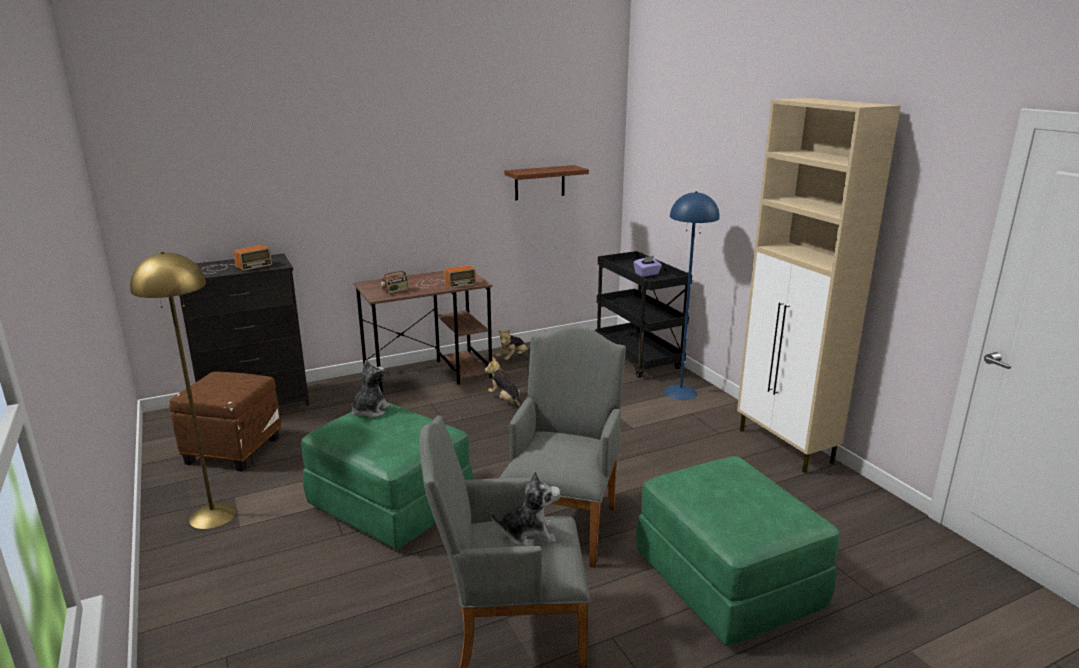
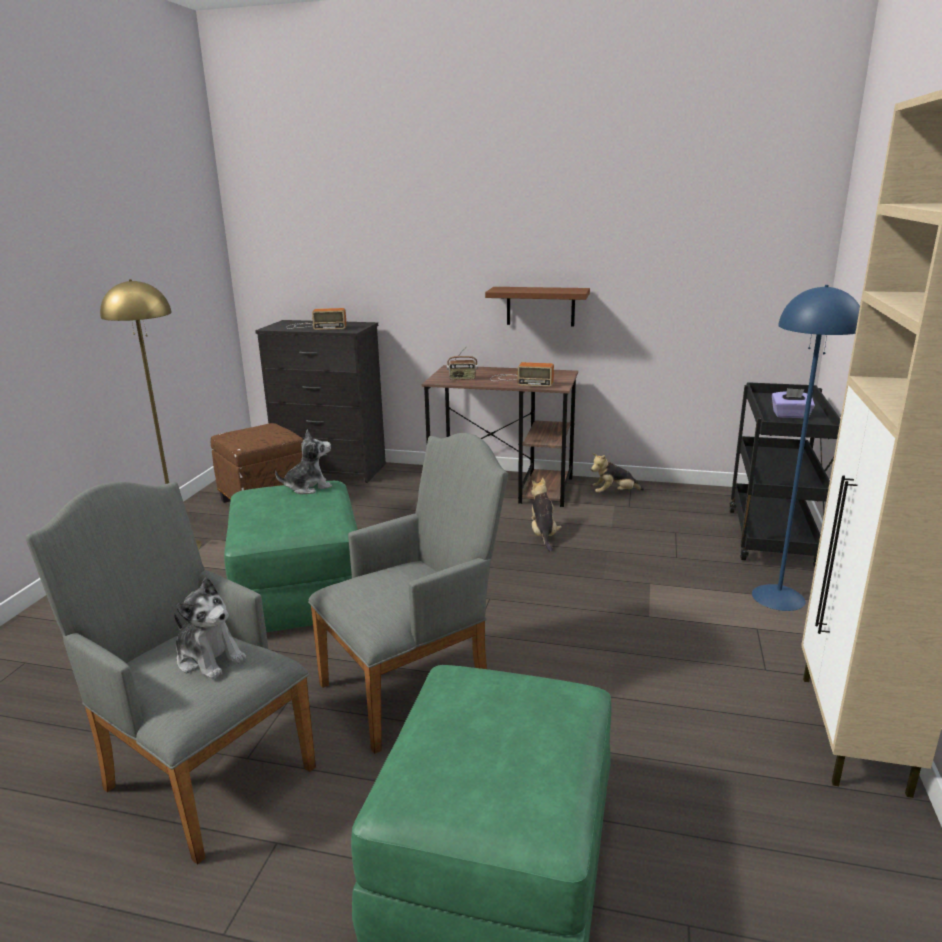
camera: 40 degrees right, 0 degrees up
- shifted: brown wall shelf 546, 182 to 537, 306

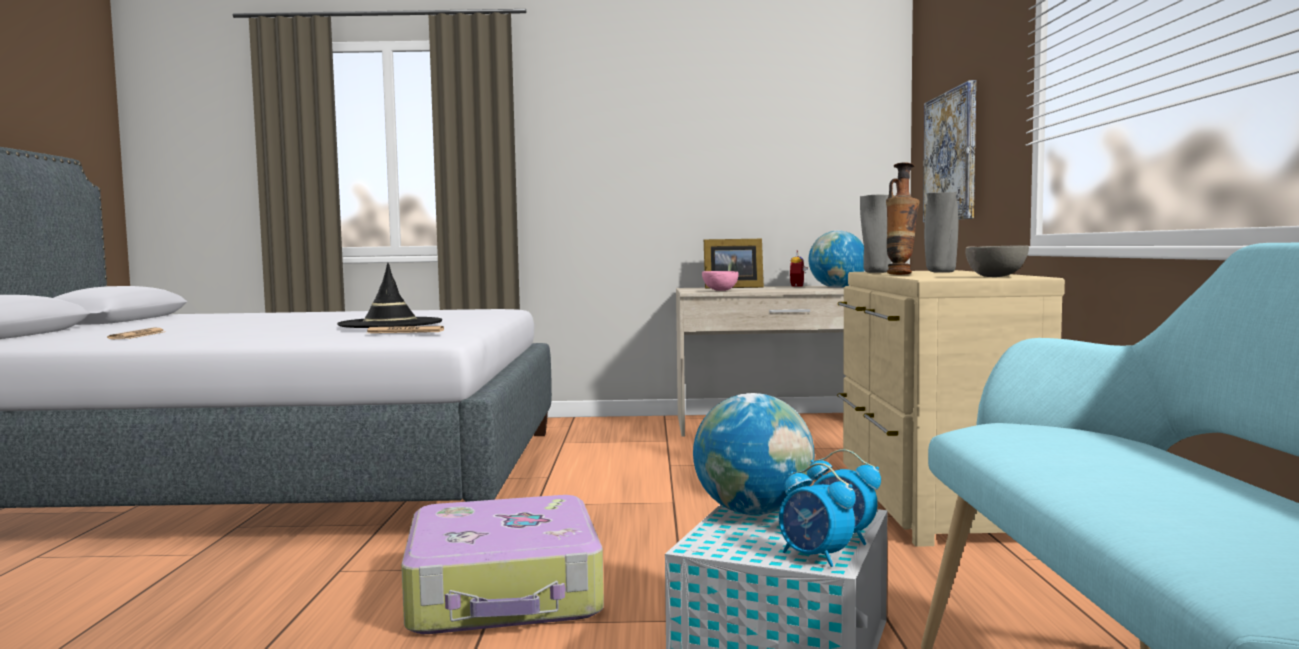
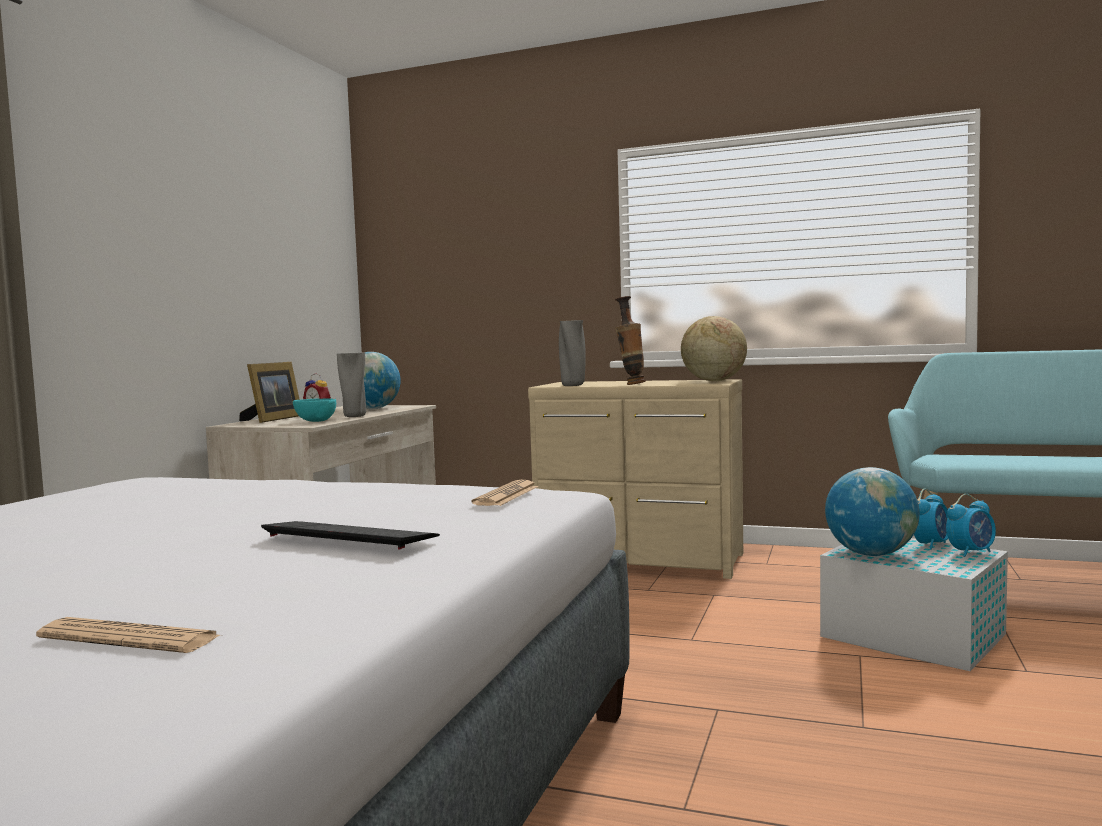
camera: 70 degrees left, 0 degrees up
- gone: black hat 389, 295
- gone: suitcase 502, 564
- repainted: pink bowl 720, 281 to turquoise bowl 314, 410
- gone: picture 949, 151
- shifted: gray vase 941, 232 to 351, 385
- swapped: gray bowl 997, 261 to desk globe 714, 348
- new: keyboard 350, 535

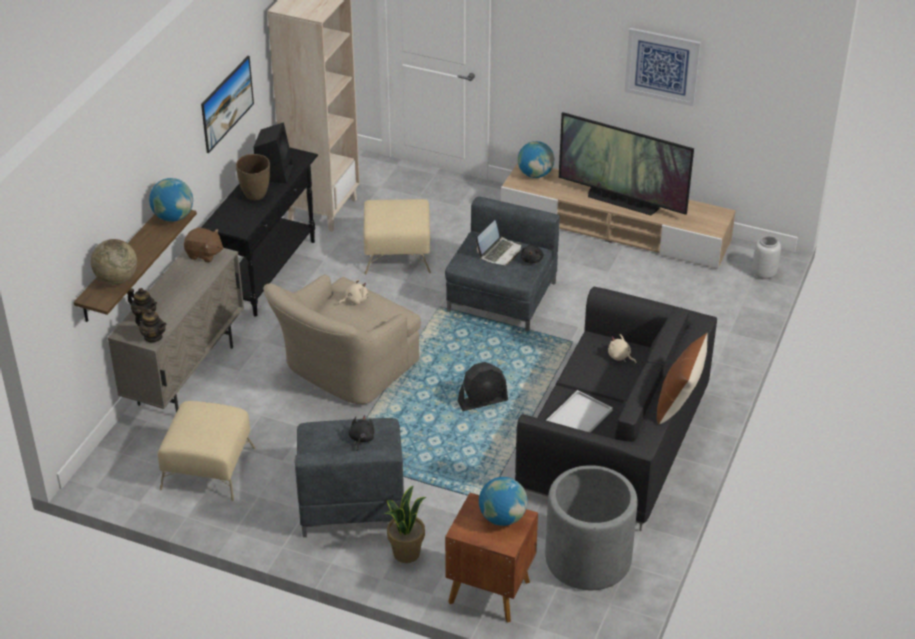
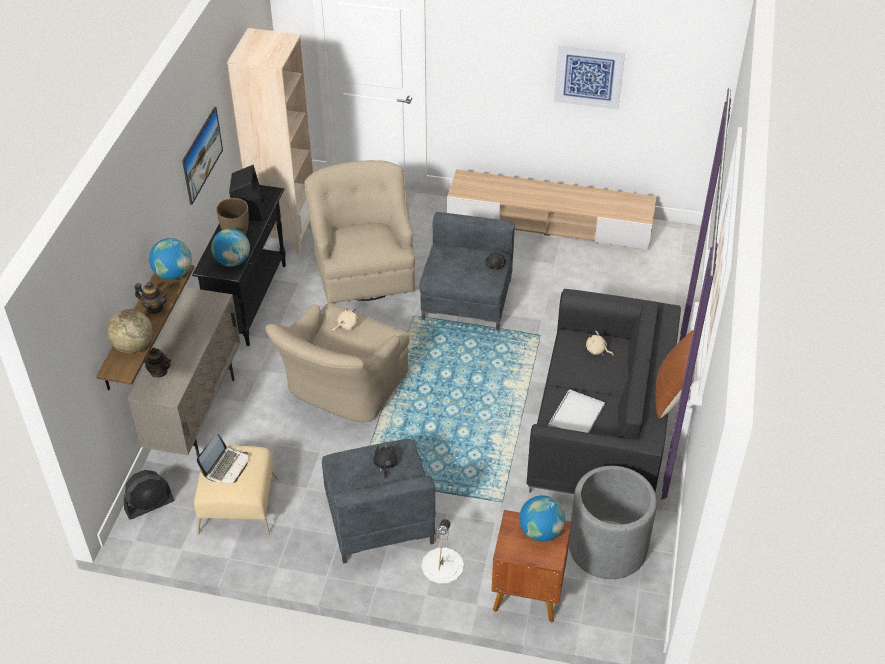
camera: 10 degrees left, 5 degrees up
- shifted: tea pot 150, 325 to 151, 298
- gone: brown cuddly toy 203, 245
- swapped: sand-coloured pouffe 397, 236 to sand-coloured easy chair 359, 231
- swapped: plant in a pot 405, 524 to whitish tabletop lamp 442, 551
- shifted: black fan 483, 386 to 149, 495
- shifted: laptop 498, 242 to 222, 458
- shifted: desk globe 536, 159 to 230, 247
- gone: TV 626, 163
- gone: gray vase 766, 257

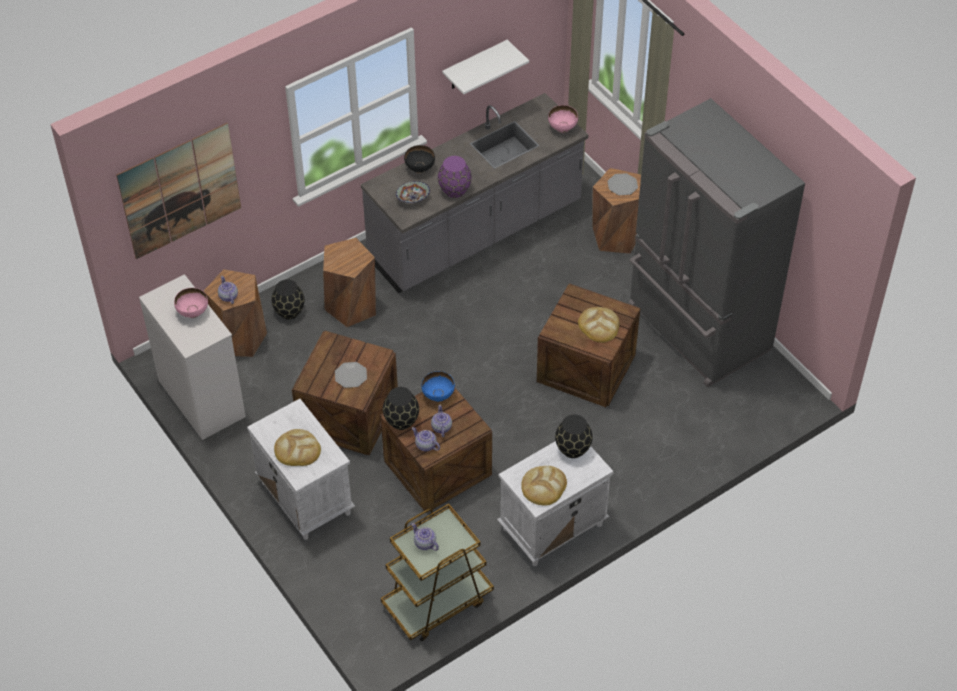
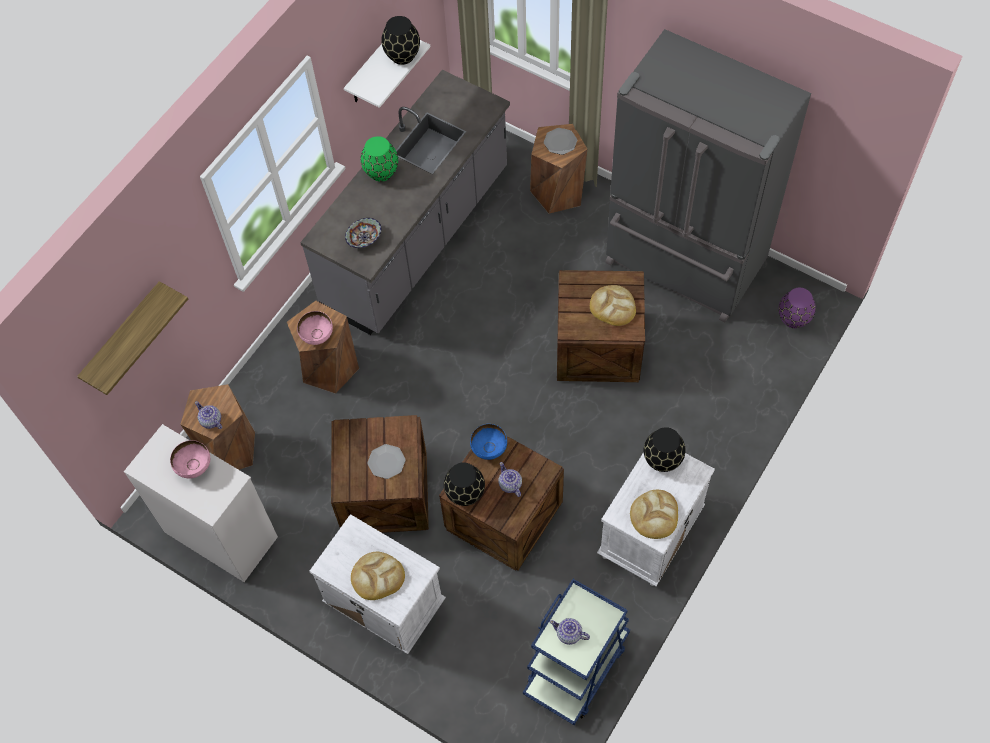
camera: 20 degrees left, 10 degrees up
- swapped: picture 178, 191 to wall shelf 132, 338
- shifted: black vase 288, 299 to 400, 40
- repainted: brown trolley 437, 572 to blue-coloured trolley 576, 652
- gone: black bowl 419, 159
- gone: tea pot 426, 439
- shifted: purplish vase 455, 177 to 797, 308
- shifted: pink bowl 563, 119 to 315, 328
- new: green vase 379, 159

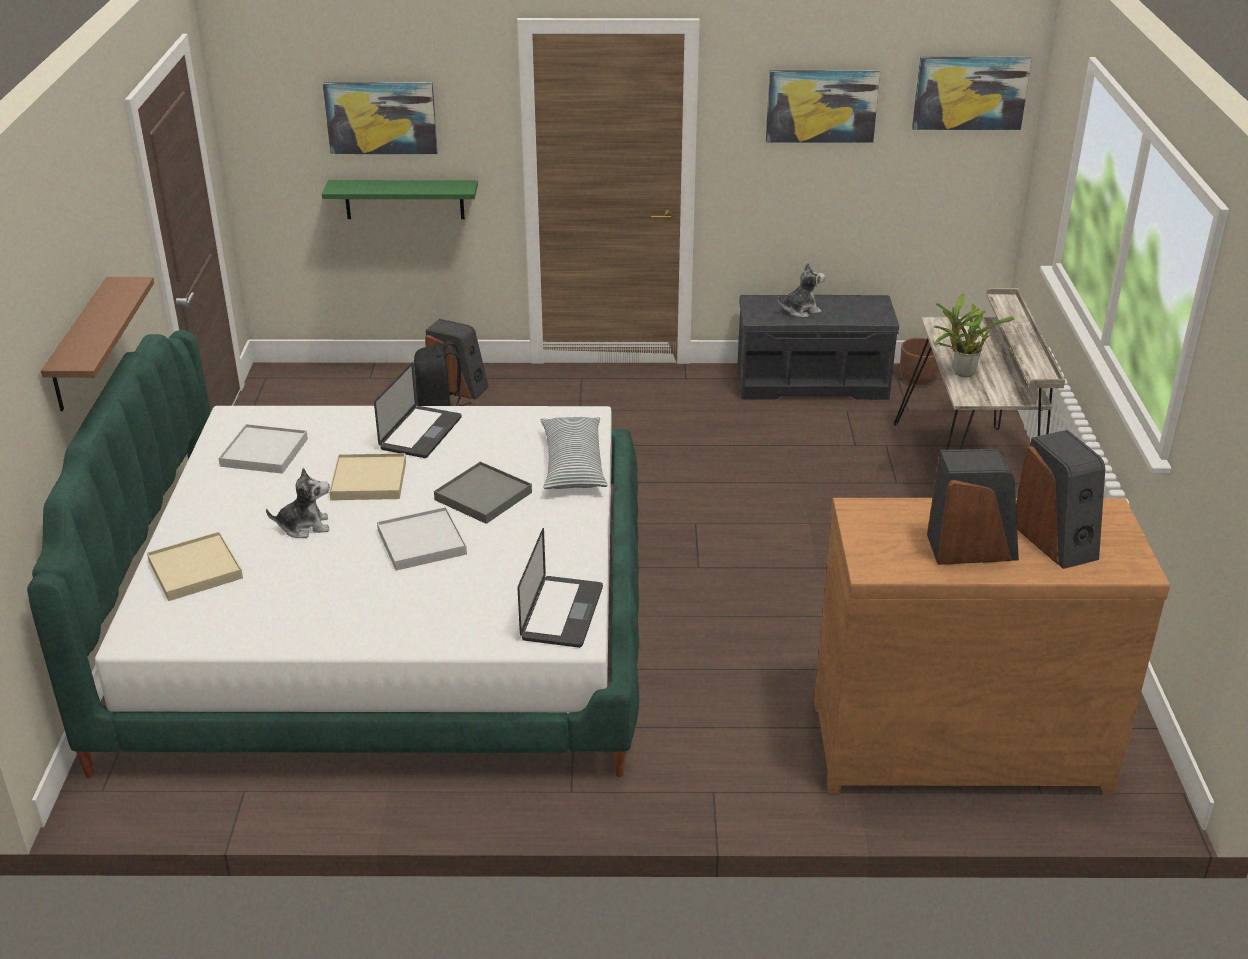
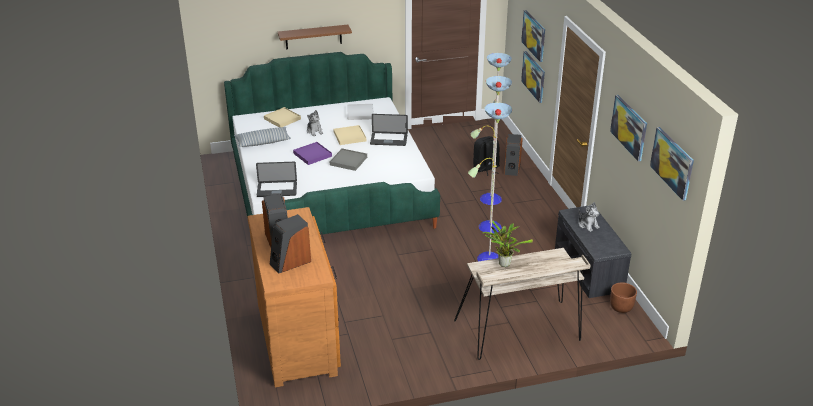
camera: 75 degrees right, 0 degrees up
- swapped: green wall shelf 400, 199 to picture 533, 77
- repainted: whitish serving tray 422, 539 to purplish serving tray 312, 153
- shifted: throw pillow 574, 453 to 262, 137
- new: standing lamp 490, 157

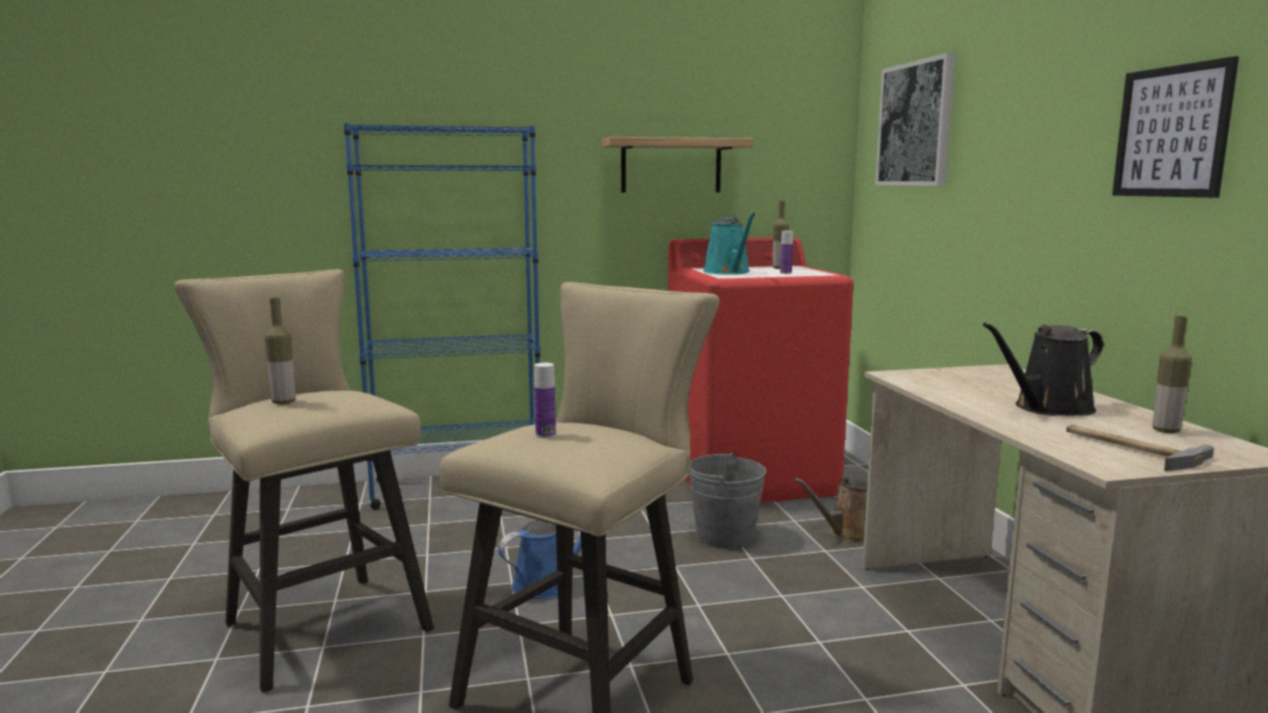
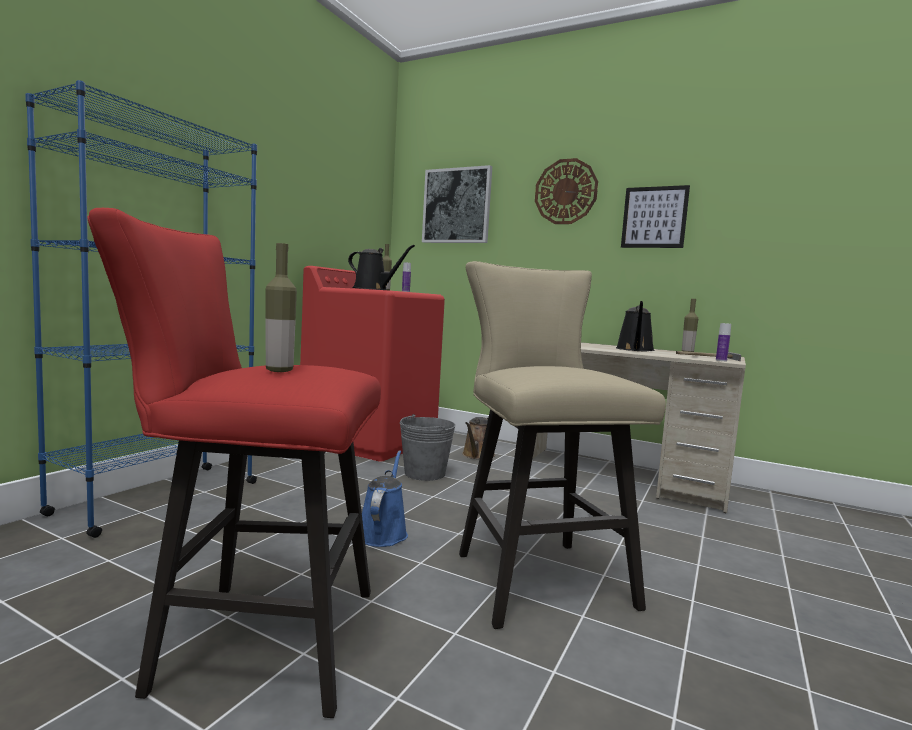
camera: 50 degrees left, 5 degrees down
- repainted: sand-coloured stool 304, 481 to reddish stool 234, 463
- shifted: drink bottle 545, 400 to 723, 342
- gone: wall shelf 678, 165
- repainted: turquoise watering can 729, 244 to black watering can 381, 267
- new: hanging clock 566, 191

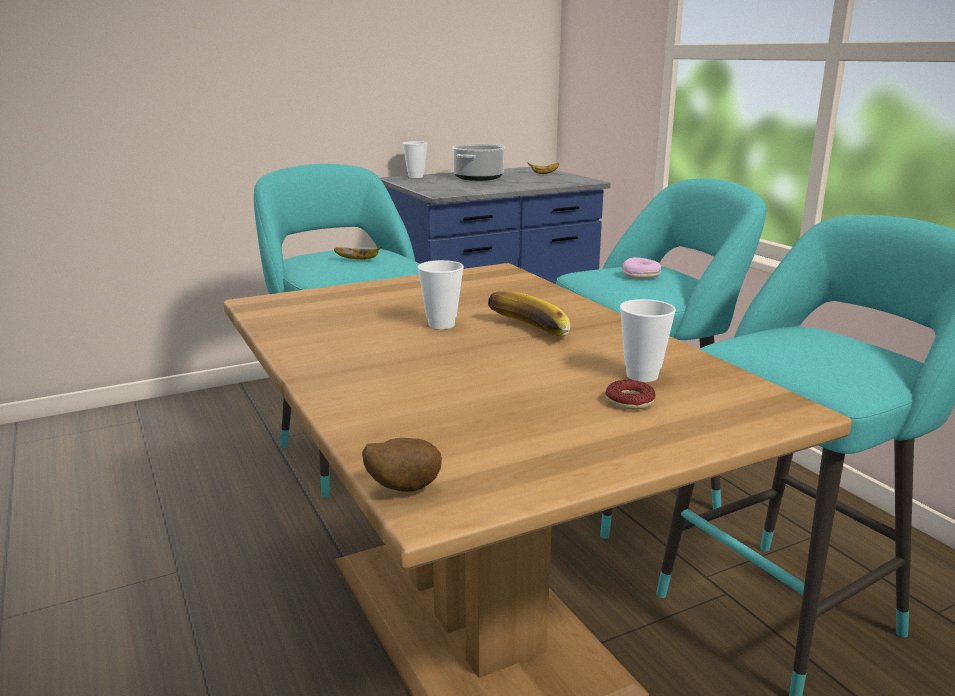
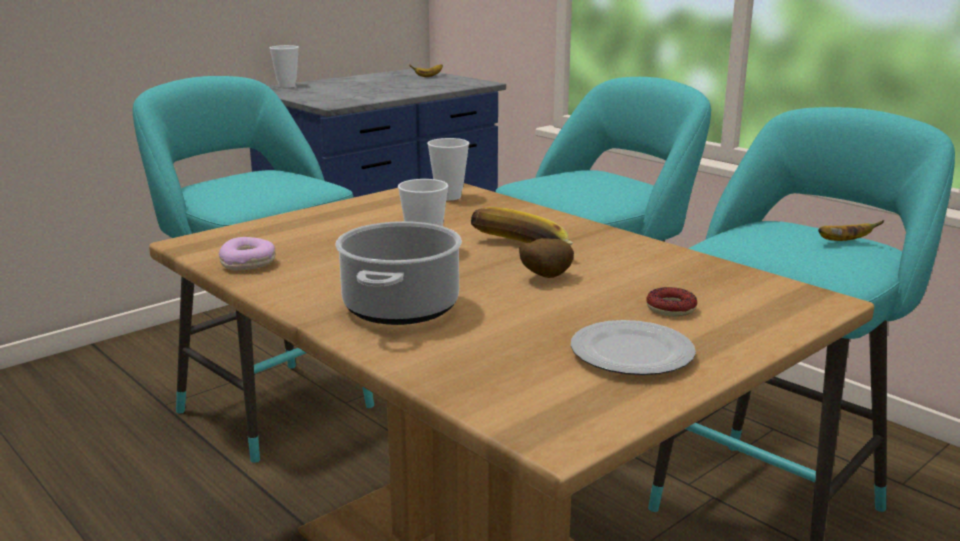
camera: 15 degrees left, 0 degrees up
- shifted: banana 358, 253 to 851, 230
- shifted: potato 402, 465 to 546, 258
- shifted: stockpot 478, 162 to 398, 273
- shifted: small cup 648, 340 to 448, 169
- shifted: donut 641, 268 to 247, 254
- new: flat dish 633, 347

